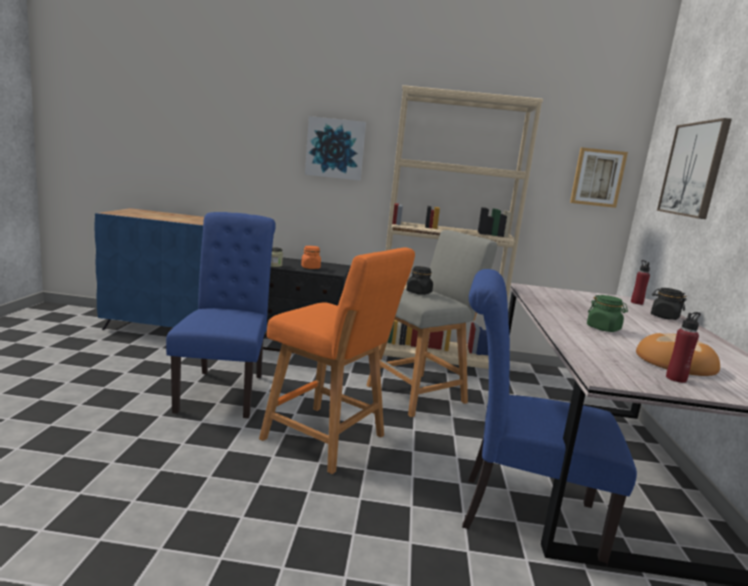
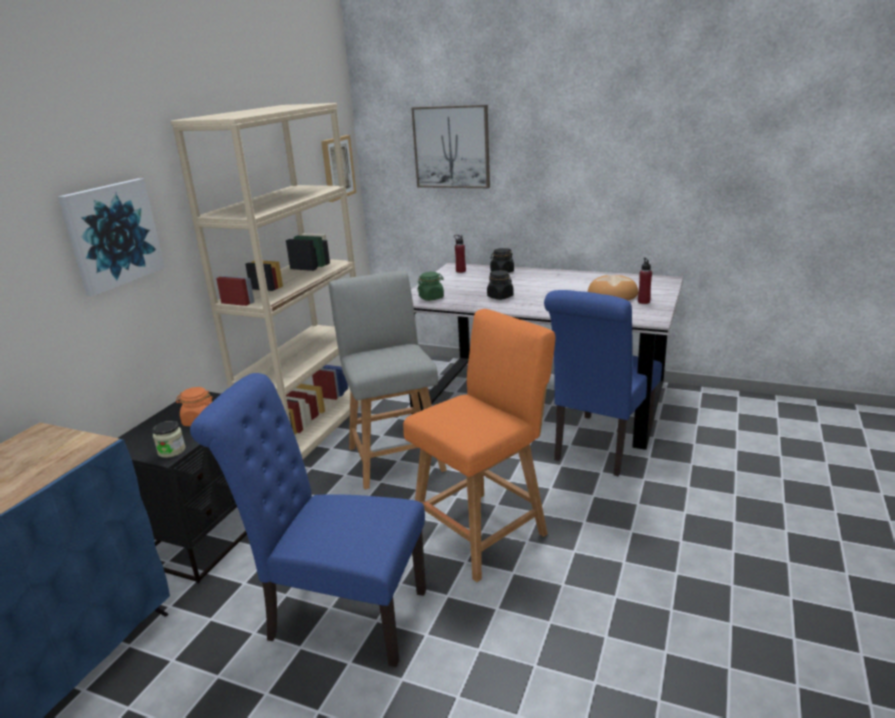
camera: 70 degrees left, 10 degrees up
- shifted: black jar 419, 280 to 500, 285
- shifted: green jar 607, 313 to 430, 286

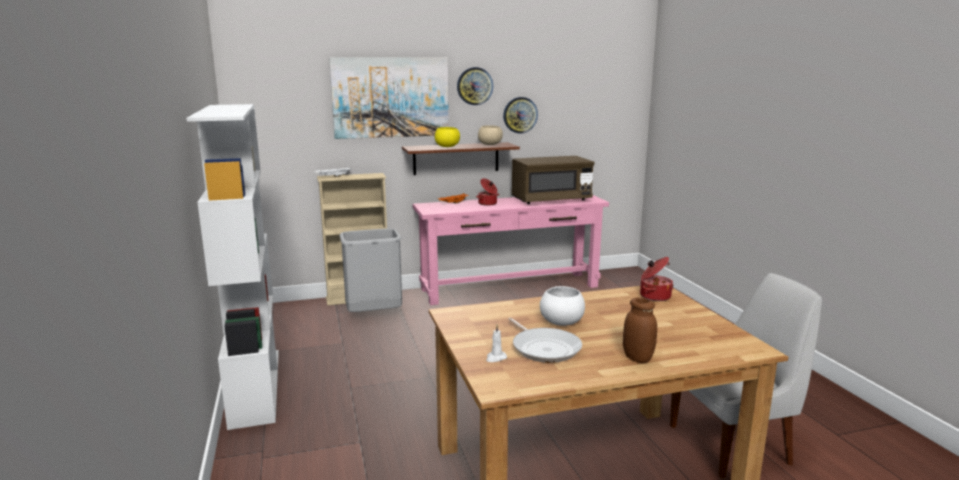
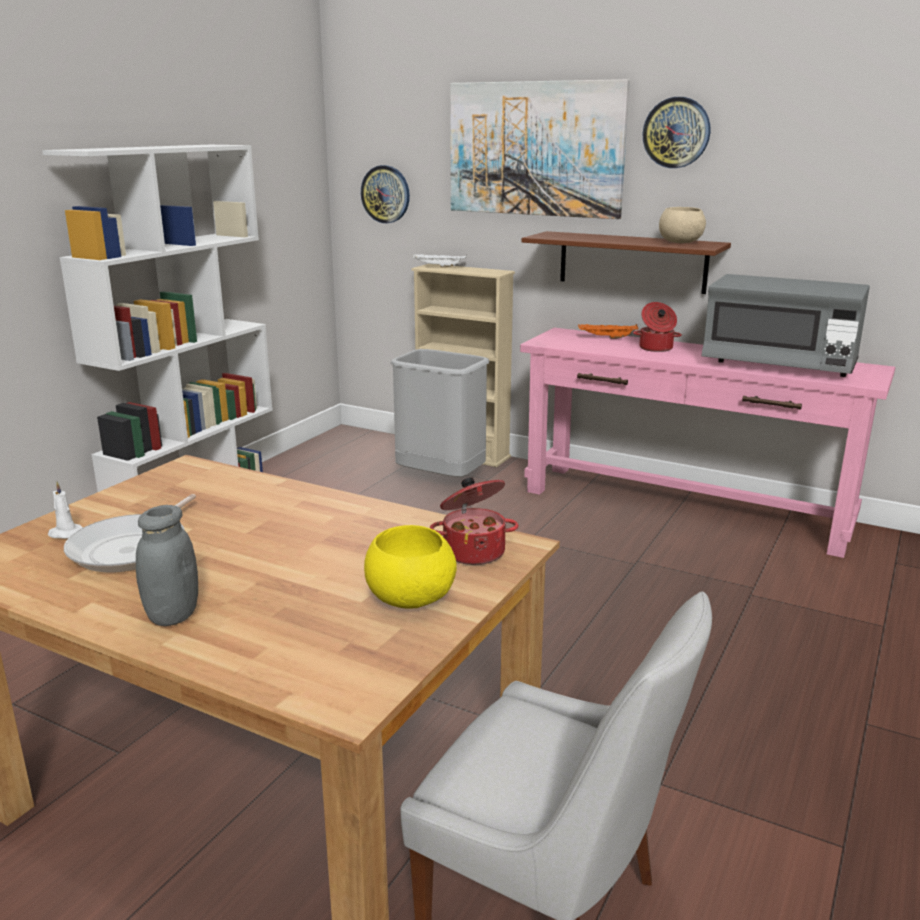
camera: 45 degrees right, 5 degrees up
- shifted: yellow-coloured bowl 447, 137 to 410, 566
- shifted: hanging clock 520, 115 to 385, 194
- repainted: brown kitchen microwave 553, 180 to gray kitchen microwave 786, 325
- gone: whitish bowl 562, 306
- repainted: brown jar 640, 330 to gray jar 167, 565

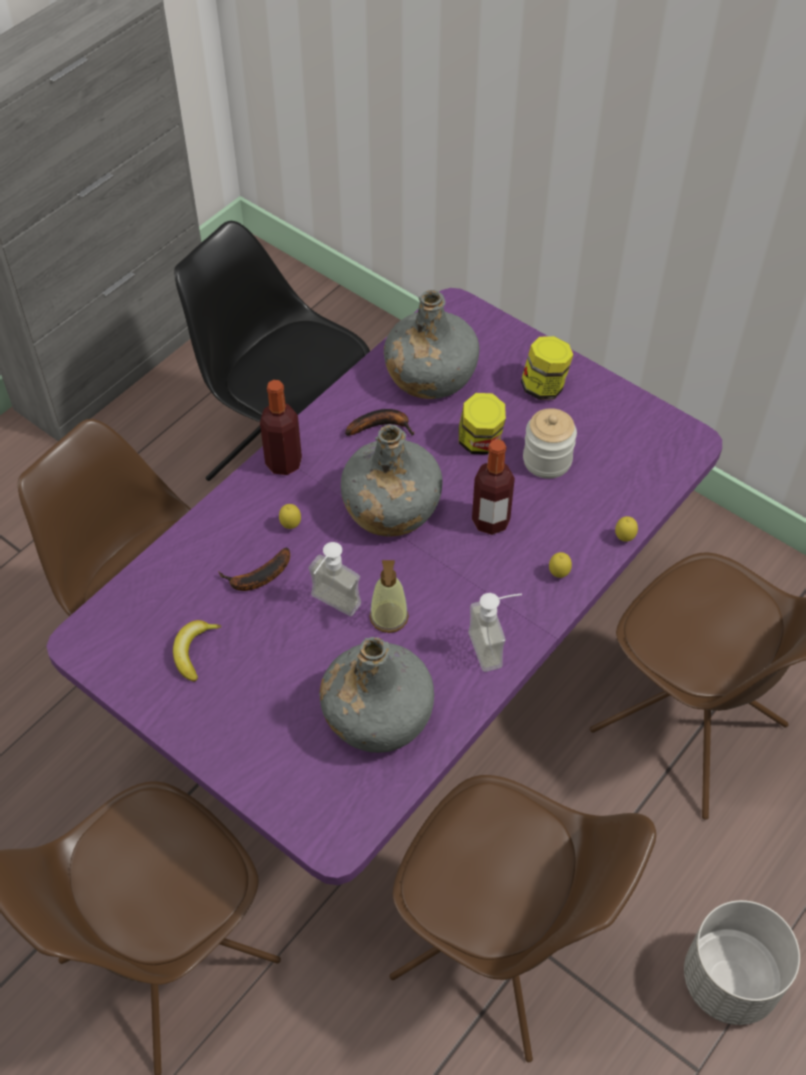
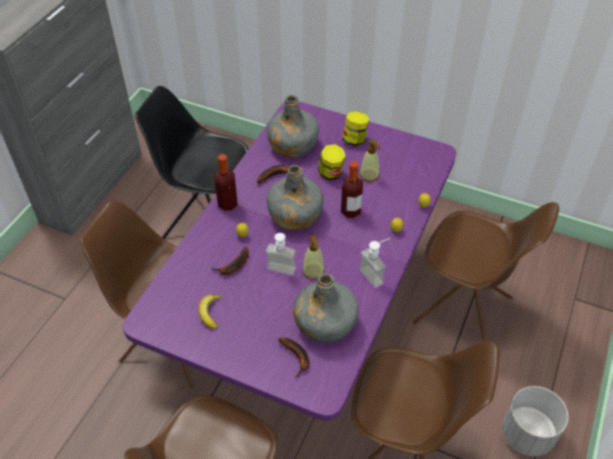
camera: 15 degrees left, 5 degrees down
- swapped: jar 550, 443 to liquid soap bottle 370, 160
- new: banana 293, 357

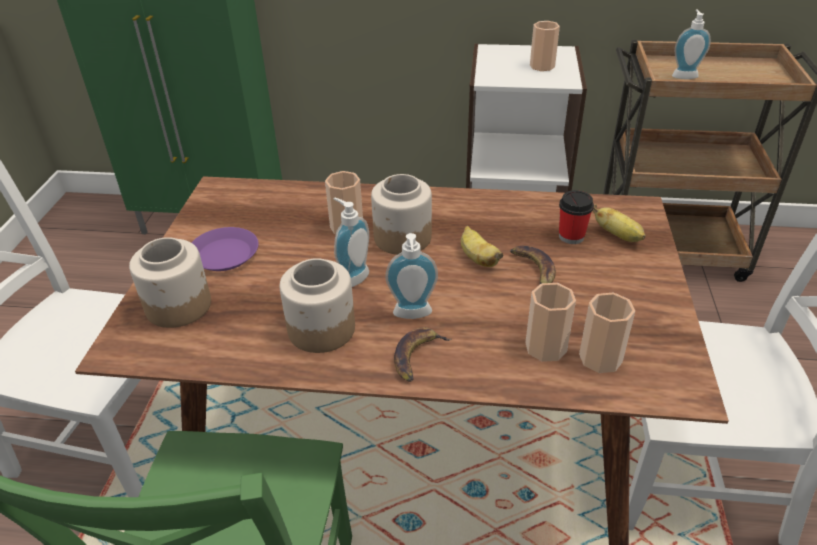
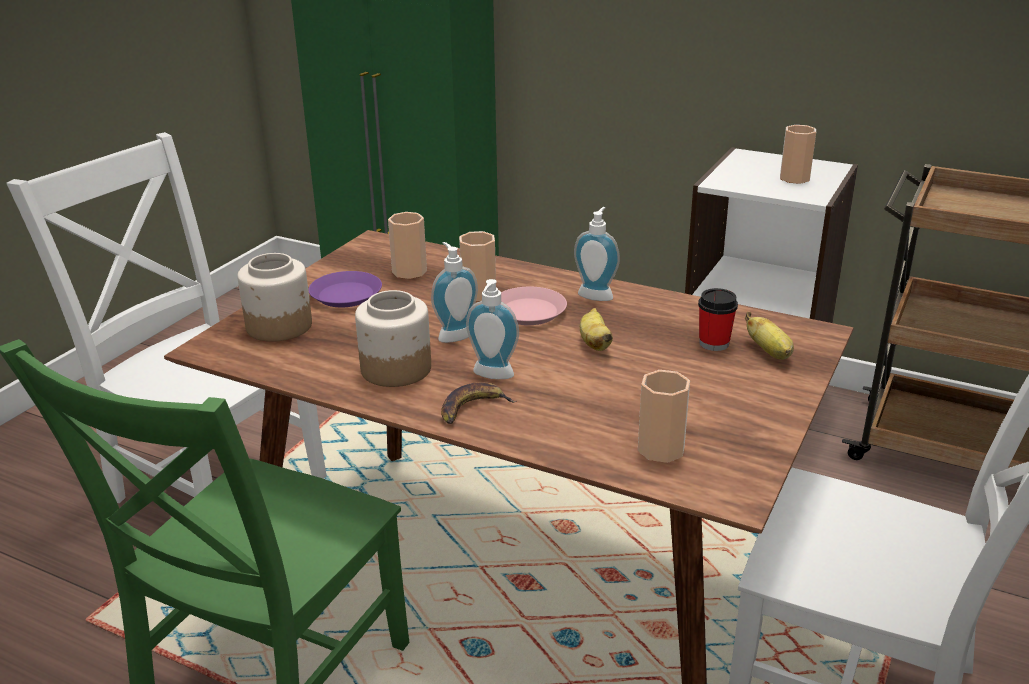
camera: 20 degrees right, 10 degrees down
- swapped: jar 401, 214 to pink flat dish 534, 306
- gone: banana 533, 268
- shifted: small cup 550, 322 to 407, 245
- shifted: liquid soap bottle 691, 44 to 597, 254

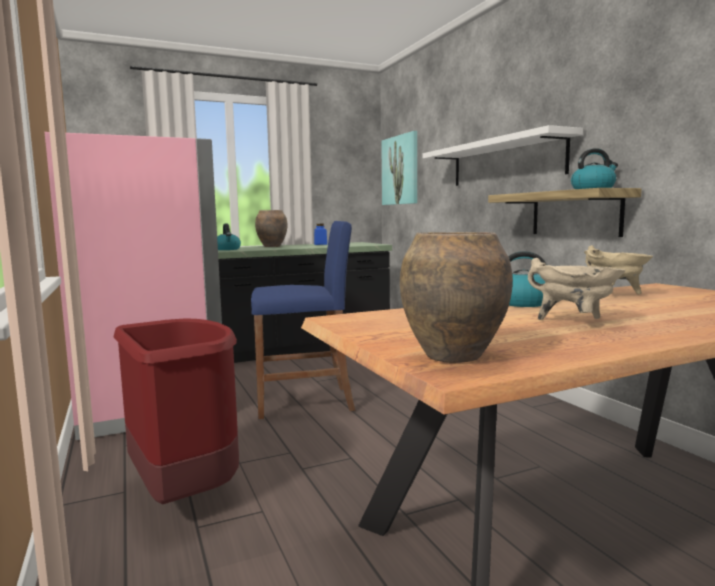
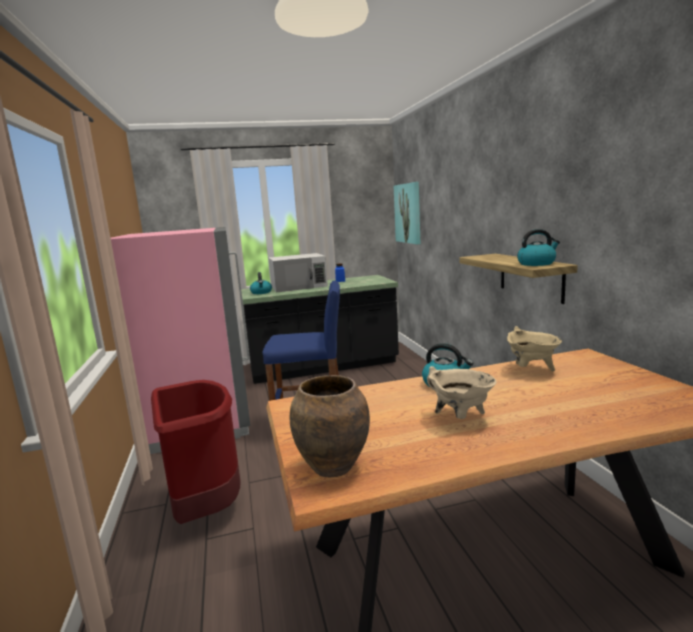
camera: 10 degrees right, 5 degrees up
- swapped: brown vase 271, 228 to whitish kitchen microwave 298, 273
- gone: whitish wall shelf 503, 155

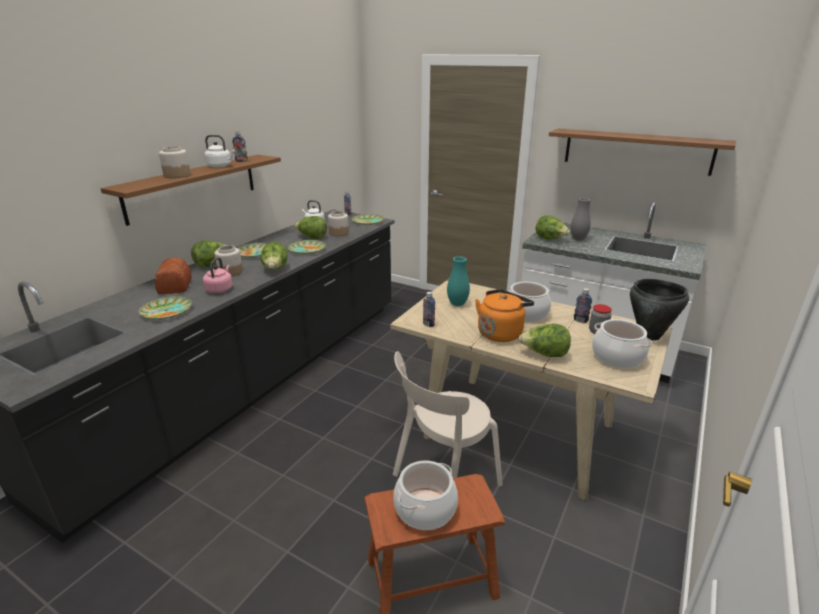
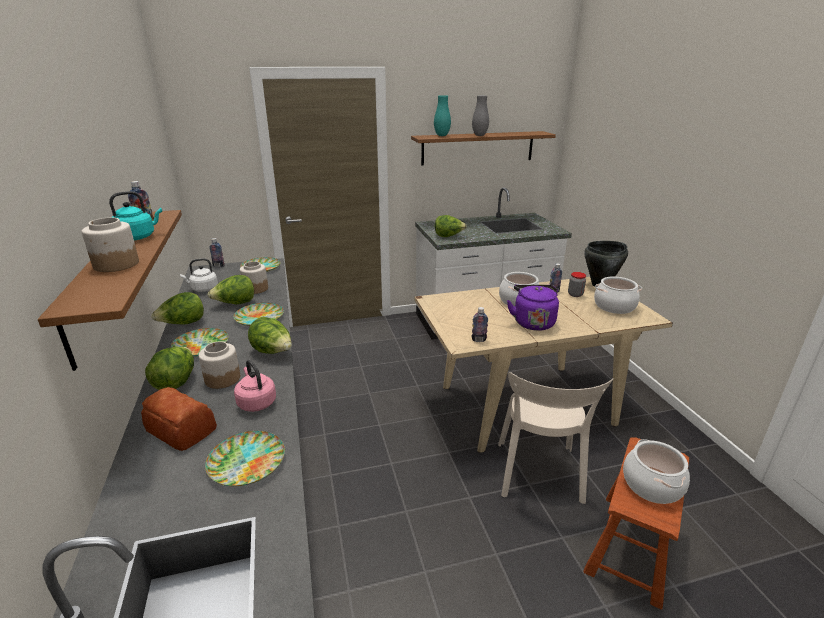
camera: 45 degrees left, 0 degrees up
- repainted: whitish tea kettle 219, 151 to turquoise tea kettle 135, 215
- shifted: turquoise vase 458, 281 to 442, 115
- repainted: orange-coloured tea kettle 504, 315 to purplish tea kettle 533, 308
- shifted: head of lettuce 544, 340 to 177, 308
- shifted: gray vase 581, 219 to 480, 115

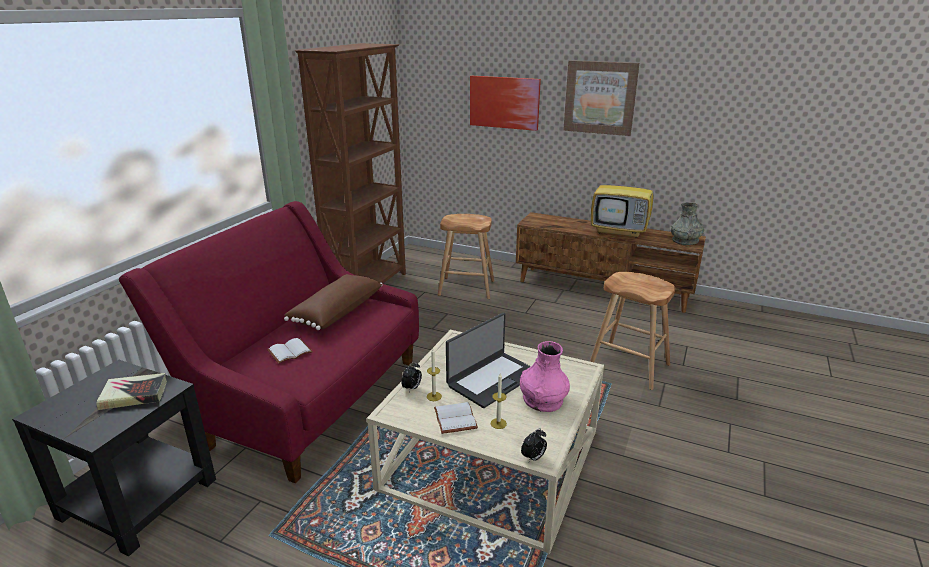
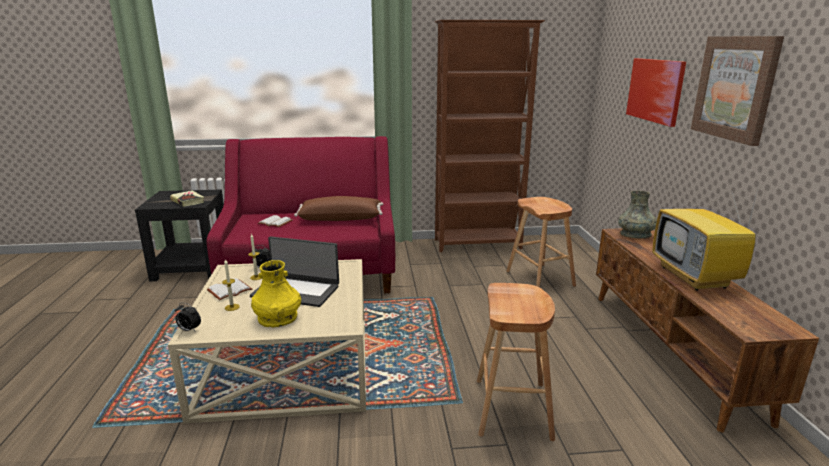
camera: 60 degrees right, 5 degrees down
- repainted: pink vase 545, 376 to yellow-coloured vase 276, 293
- shifted: gray vase 687, 223 to 637, 214

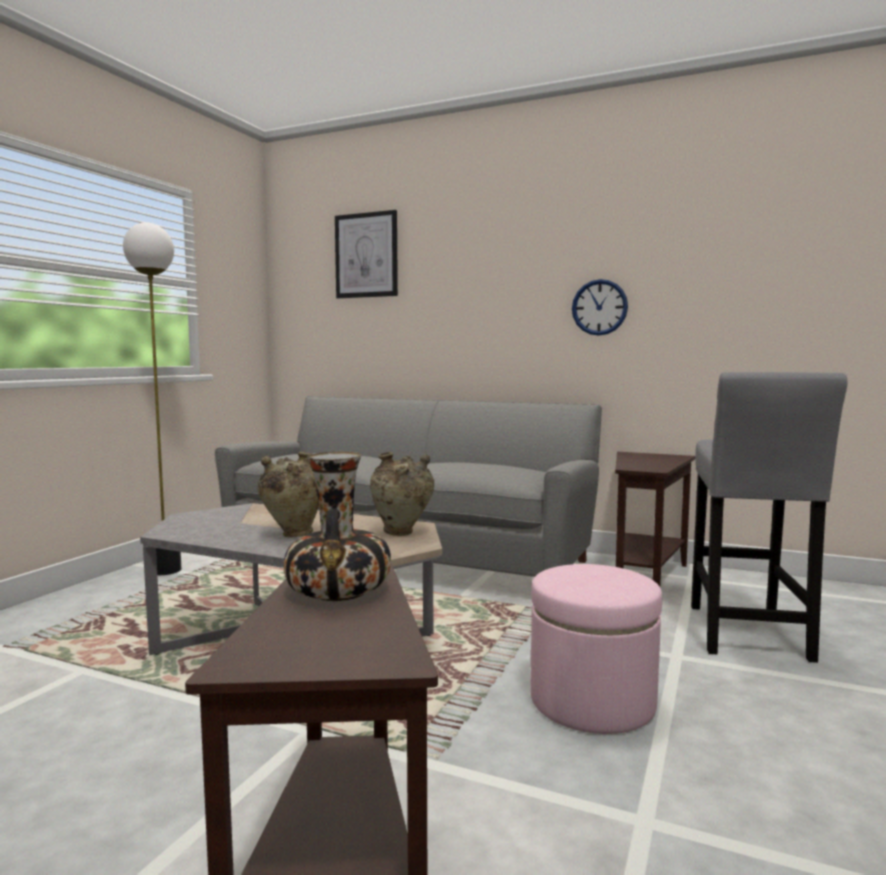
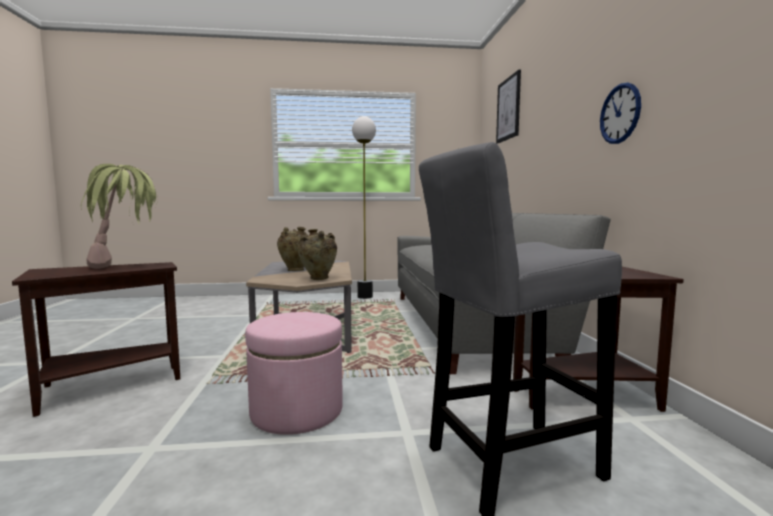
camera: 60 degrees right, 0 degrees up
- swapped: vase 337, 526 to plant in a pot 119, 216

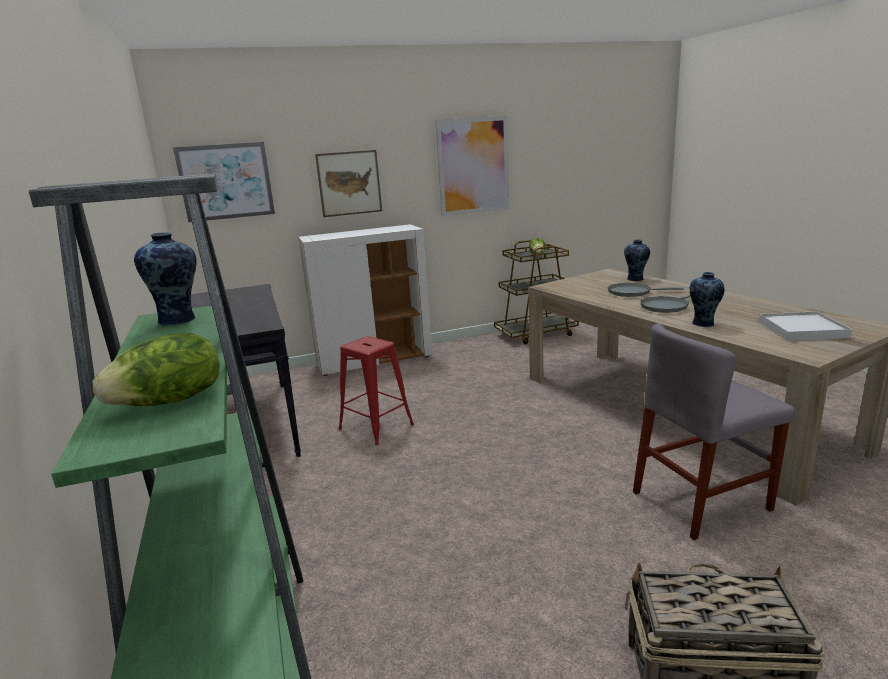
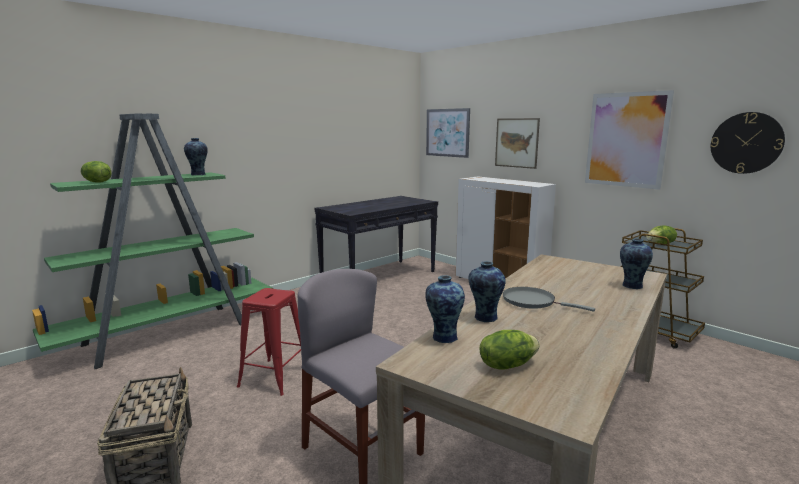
camera: 65 degrees right, 5 degrees down
- shifted: reddish stool 376, 390 to 269, 342
- gone: gray pan 645, 290
- swapped: whitish serving tray 805, 326 to head of lettuce 509, 350
- new: vase 445, 309
- new: hanging clock 748, 143

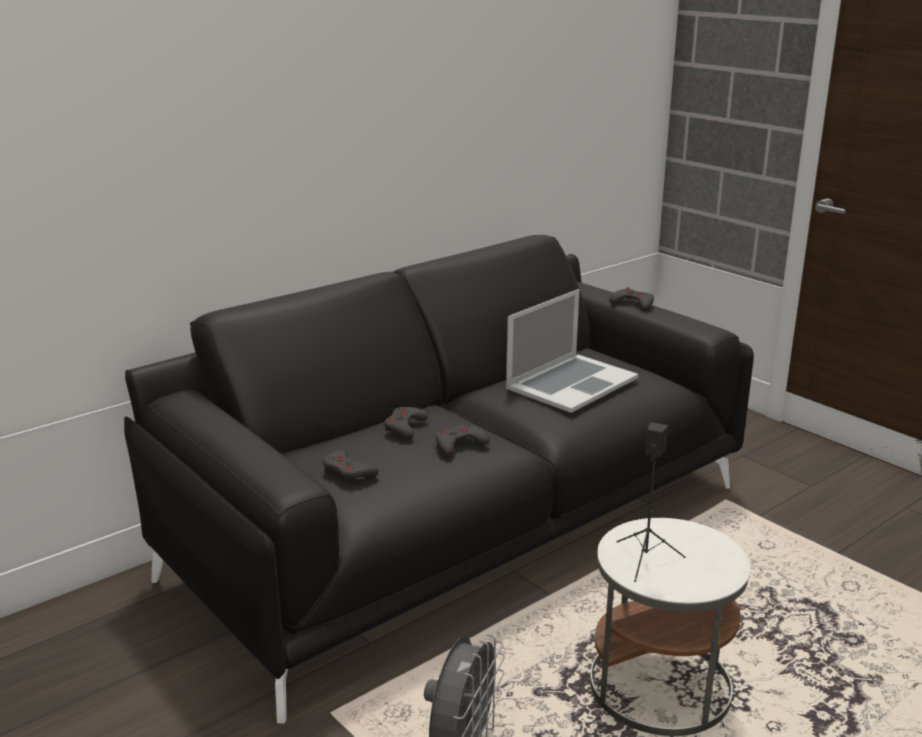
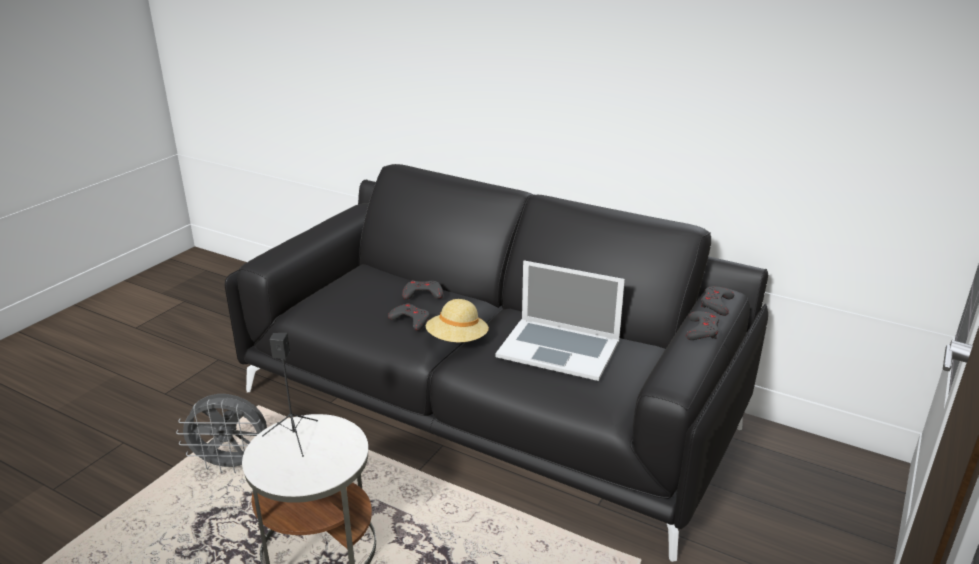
camera: 70 degrees right, 5 degrees up
- shifted: gray game controller 350, 467 to 717, 301
- new: sand-coloured hat 457, 320

